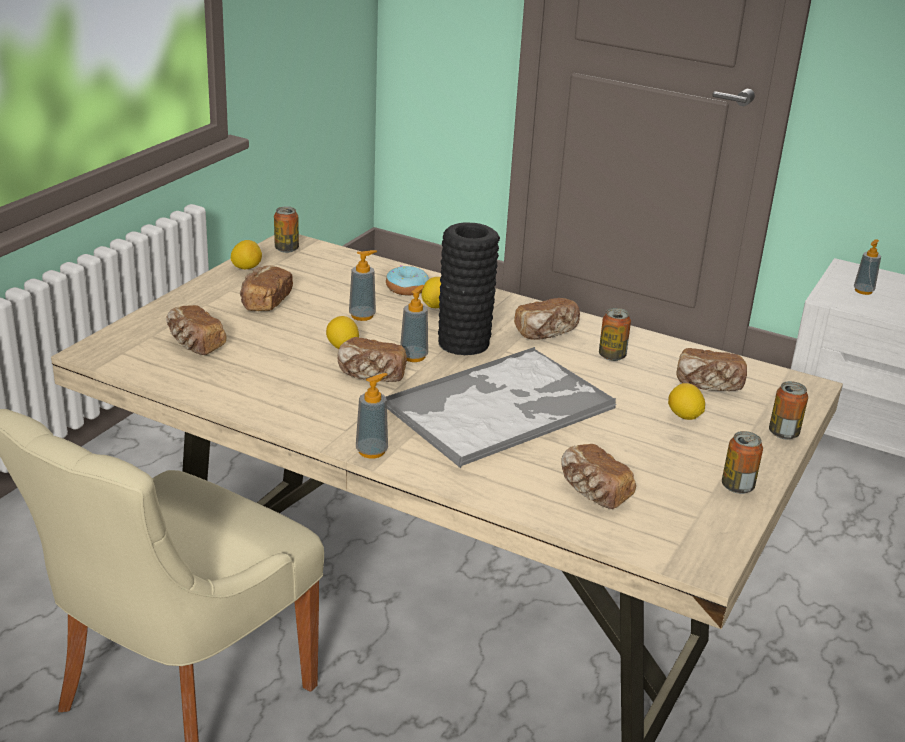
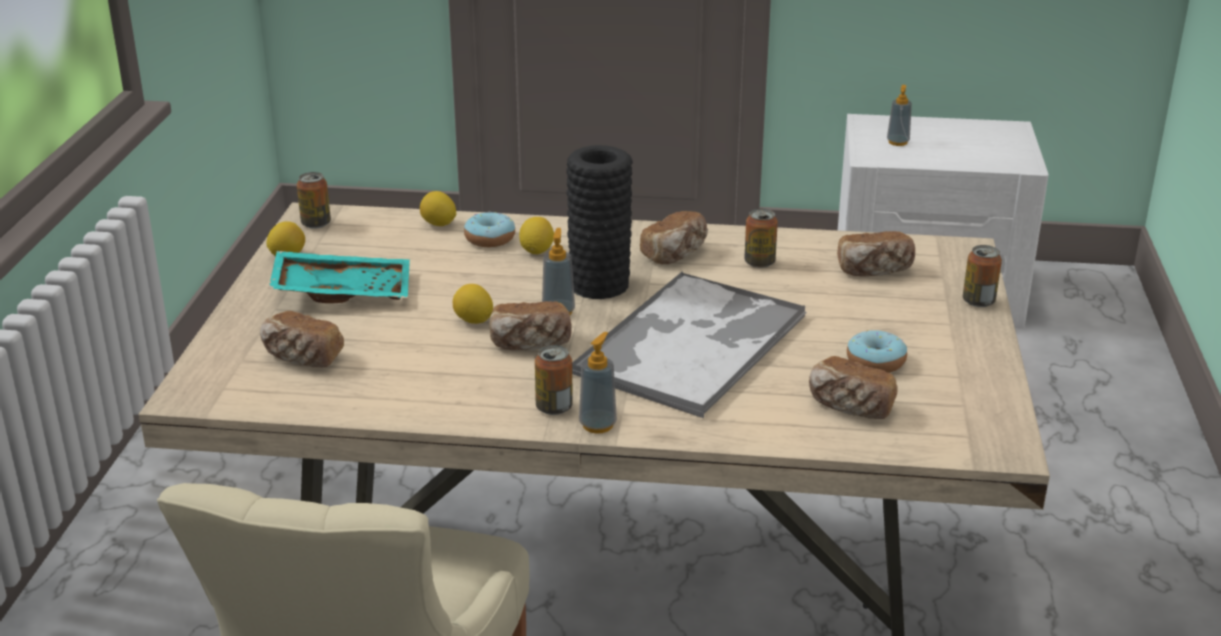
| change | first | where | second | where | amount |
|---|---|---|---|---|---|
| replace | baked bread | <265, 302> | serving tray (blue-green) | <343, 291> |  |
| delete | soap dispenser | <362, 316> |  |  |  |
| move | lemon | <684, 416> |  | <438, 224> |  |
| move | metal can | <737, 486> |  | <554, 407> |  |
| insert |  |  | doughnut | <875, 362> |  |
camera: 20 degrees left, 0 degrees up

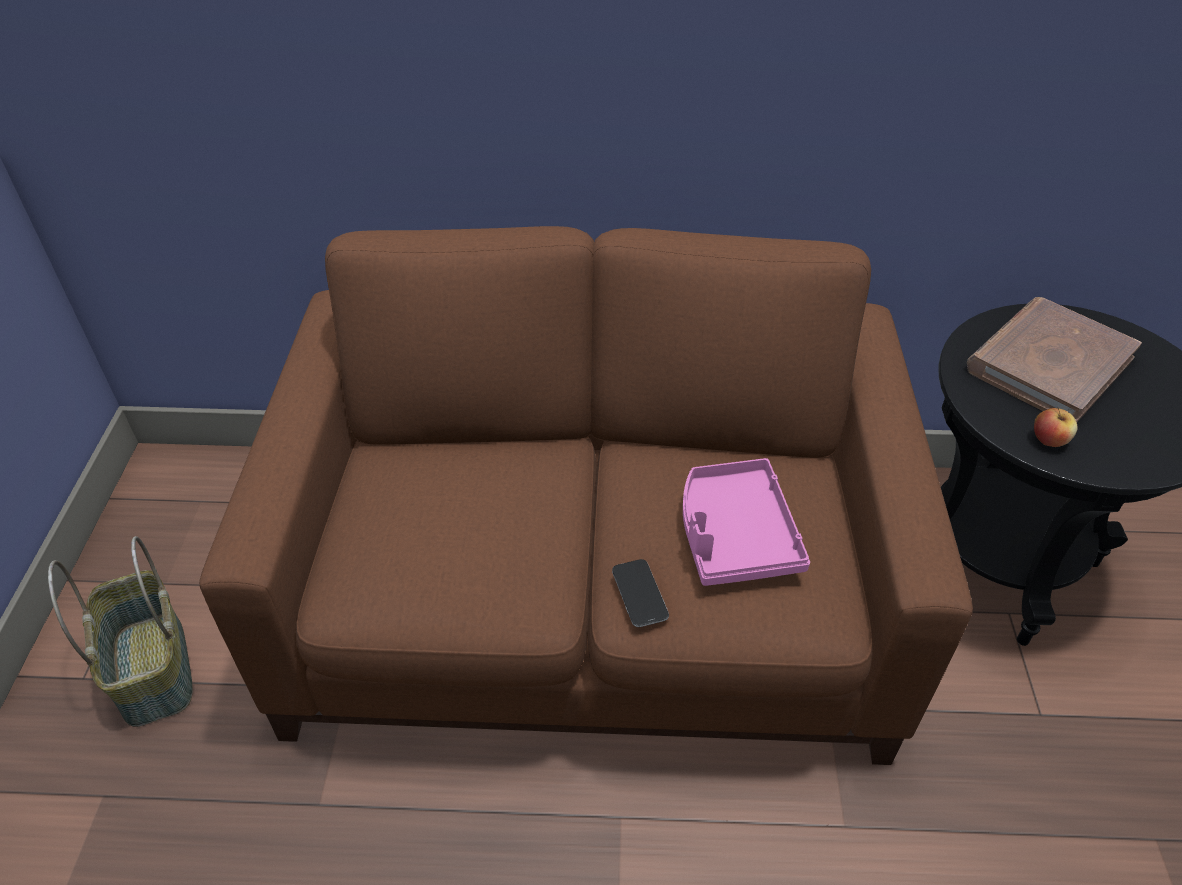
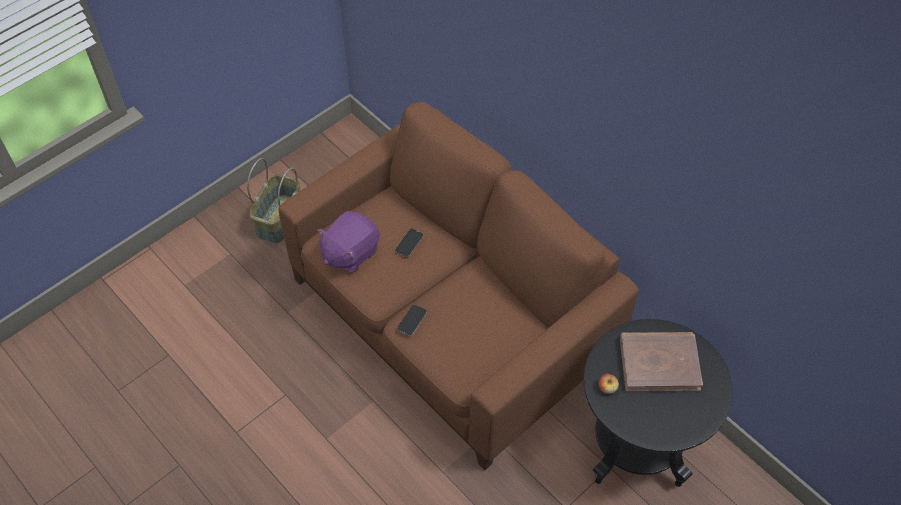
| change | first | where | second | where | amount |
|---|---|---|---|---|---|
| delete | serving tray (pink) | <735, 534> |  |  |  |
| insert |  |  | soft toy (purplish) | <350, 253> |  |
| insert |  |  | phone | <409, 243> |  |
camera: 45 degrees right, 10 degrees up

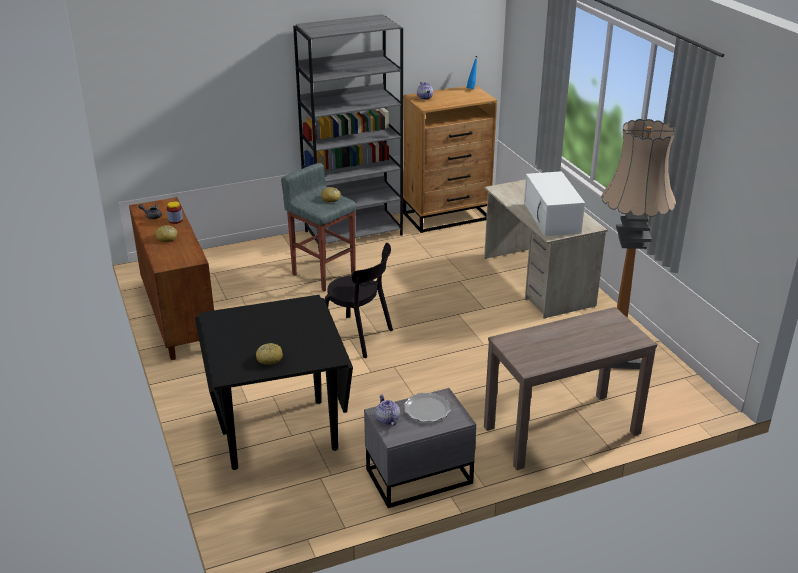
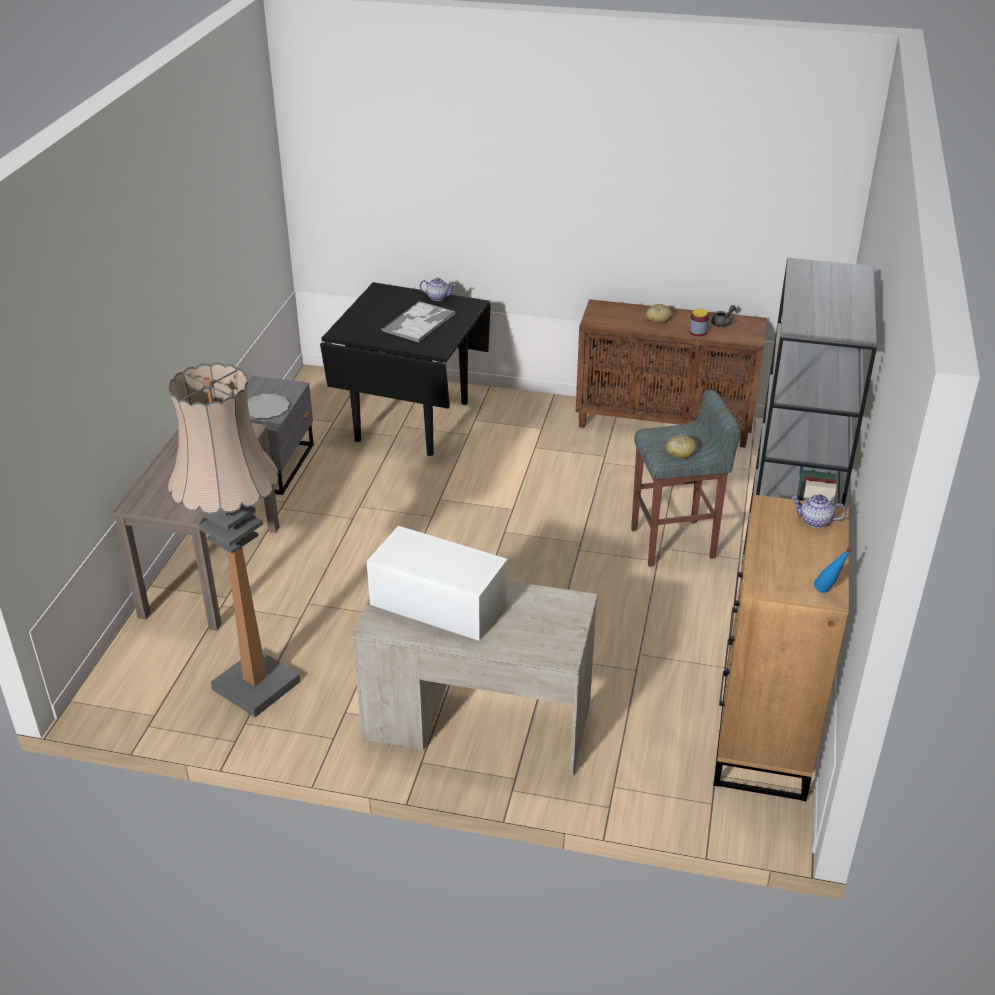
| change | first | where | second | where | amount |
|---|---|---|---|---|---|
| delete | baked bread | <269, 358> |  |  |  |
| delete | upright chair (black-coloured) | <359, 337> |  |  |  |
| move | teapot | <387, 419> |  | <438, 297> |  |
| insert |  |  | serving tray | <419, 322> |  |
camera: 125 degrees right, 5 degrees up

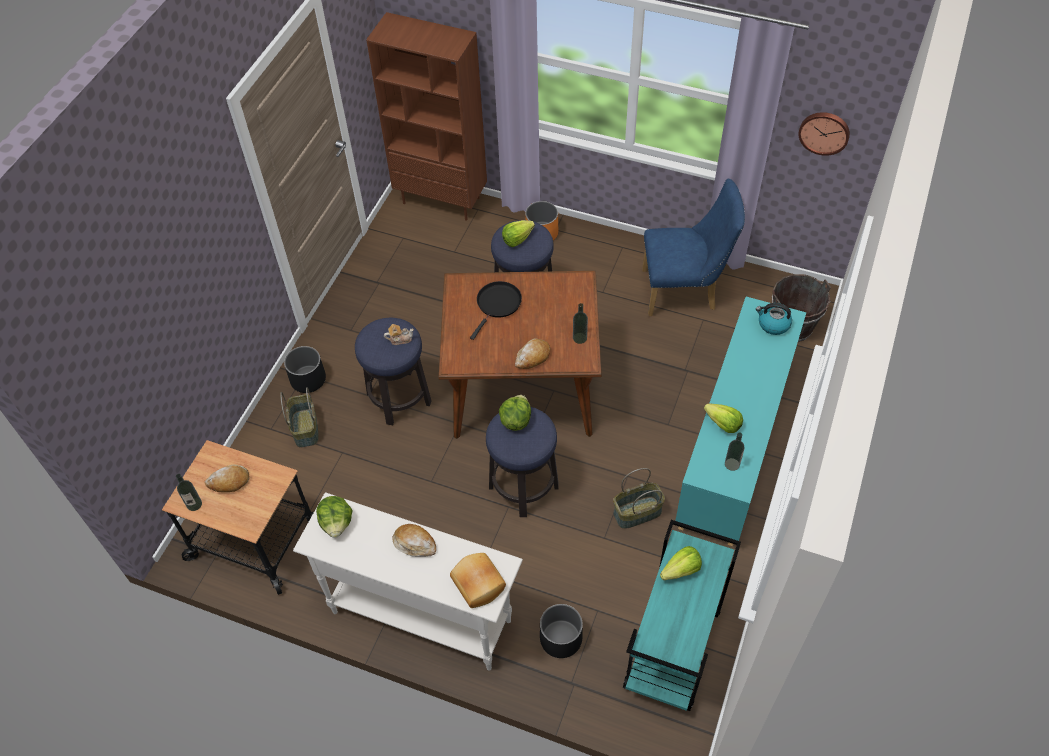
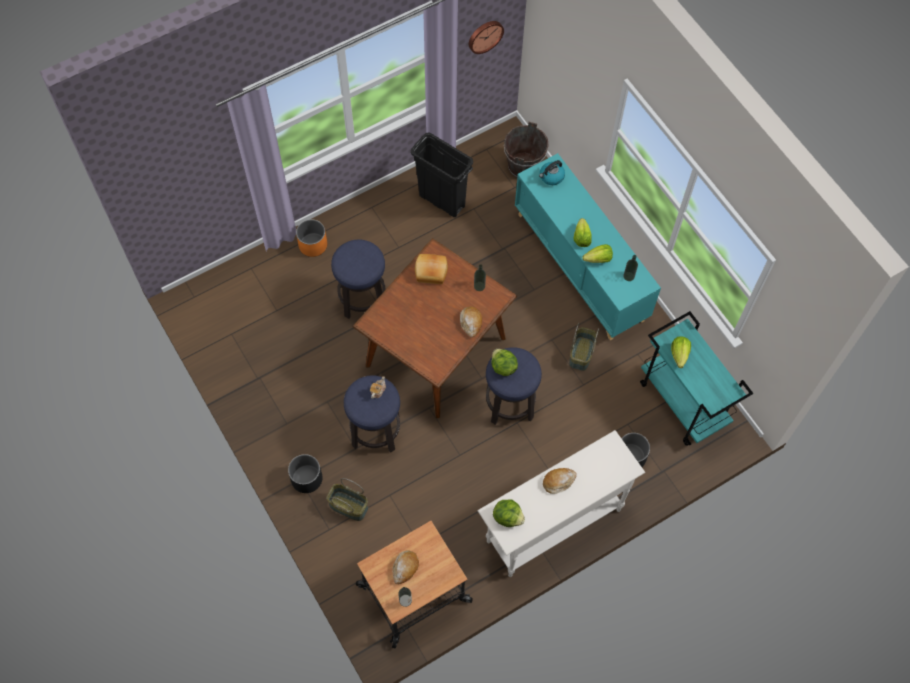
| change | first | where | second | where | amount |
|---|---|---|---|---|---|
| delete | bookshelf (brownish) | <442, 200> |  |  |  |
| move | baked bread | <477, 585> |  | <431, 273> |  |
| delete | frying pan (black-coloured) | <497, 304> |  |  |  |
| move | lettuce | <517, 239> |  | <581, 238> |  |
| replace | upright chair (blue-coloured) | <684, 291> | rubbish bin (black-coloured) | <442, 201> |  |
camera: 55 degrees left, 10 degrees up

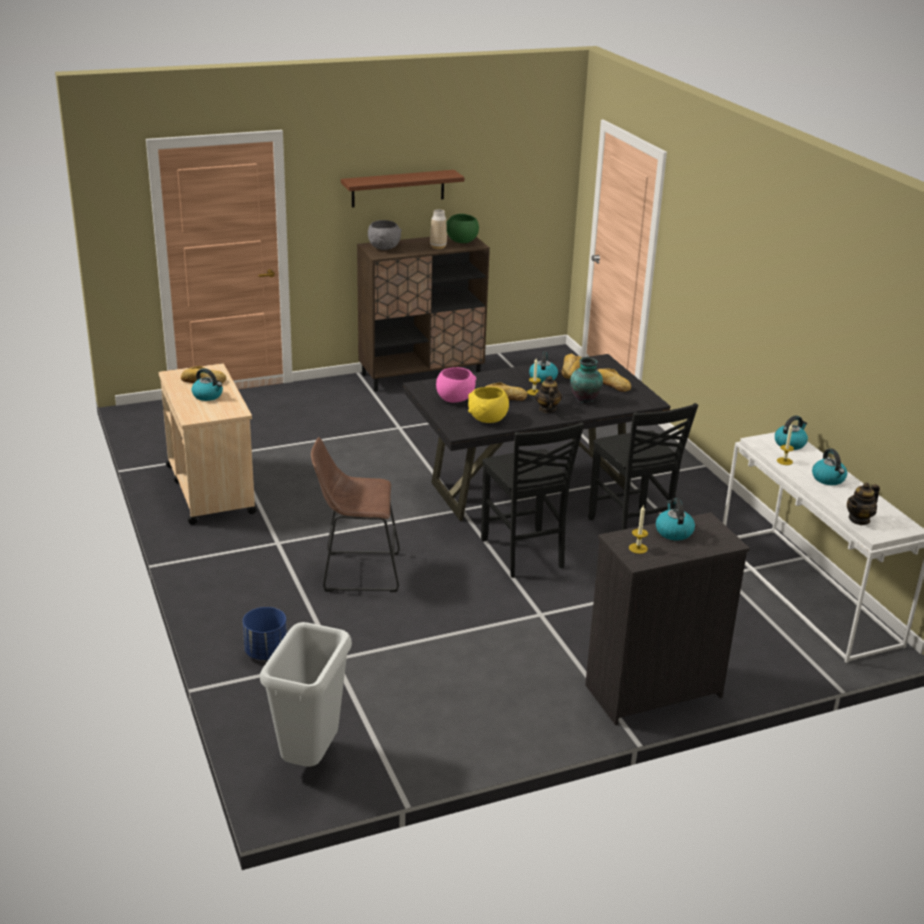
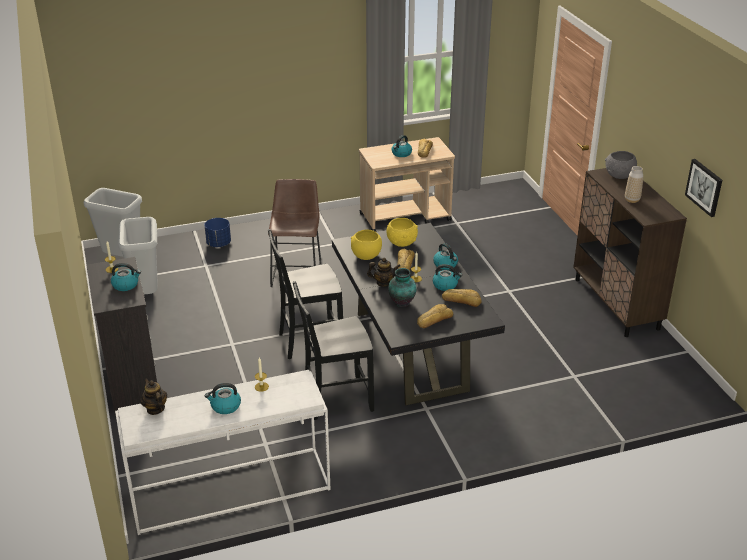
| change | first | where | second | where | amount |
|---|---|---|---|---|---|
| delete | bracket shelf (brownish) | <398, 188> |  |  |  |
| recolor | serving bowl (pink) | <455, 398> | serving bowl (yellow-coloured) | <402, 243> |  |
| delete | serving bowl (green-coloured) | <461, 240> |  |  |  |
| move | water kettle | <790, 443> |  | <446, 264> |  |
| insert |  |  | rubbish bin (gray) | <146, 293> |  |
| insert |  |  | wall picture | <704, 187> |  |
camera: 95 degrees right, 5 degrees up

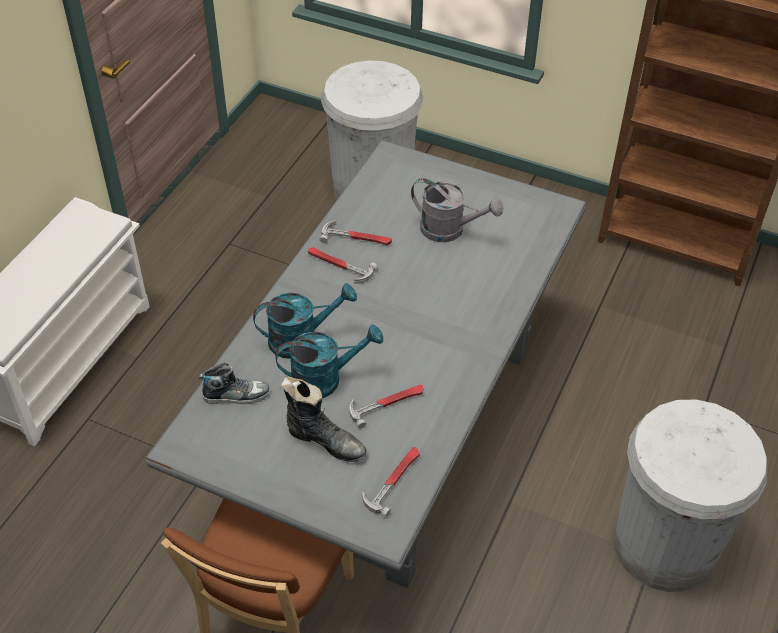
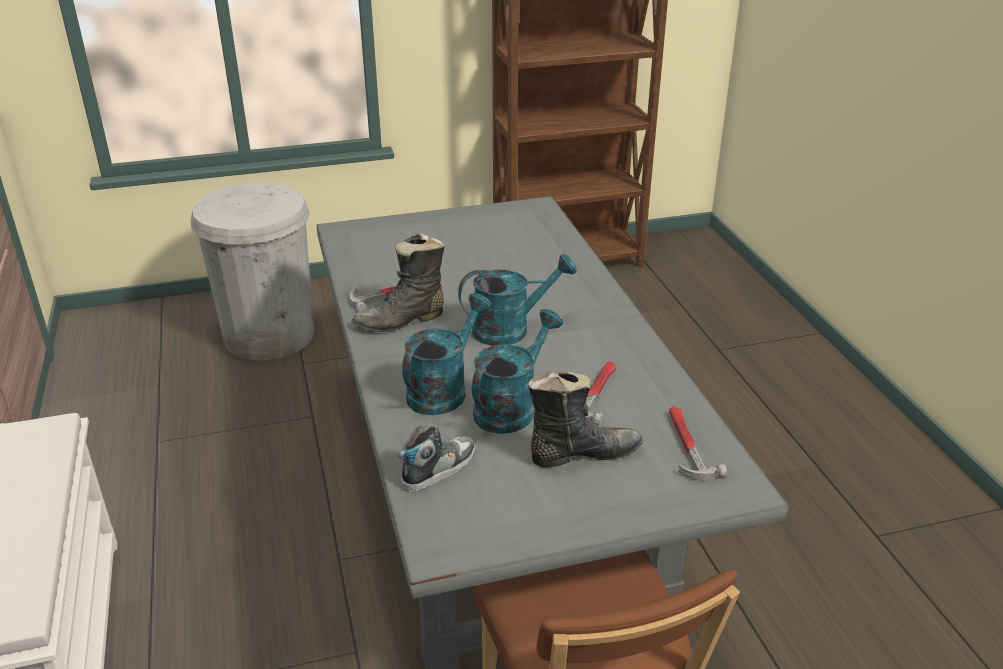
| change | first | where | second | where | amount |
|---|---|---|---|---|---|
| replace | hand hammer | <339, 266> | tall boot (black-coloured) | <402, 321> |  |
| delete | watering can (gray) | <450, 230> |  |  |  |
| delete | rubbish bin (white-coloured) | <664, 545> |  |  |  |
| insert |  |  | watering can (blue-green) | <511, 329> |  |
camera: 40 degrees left, 15 degrees down

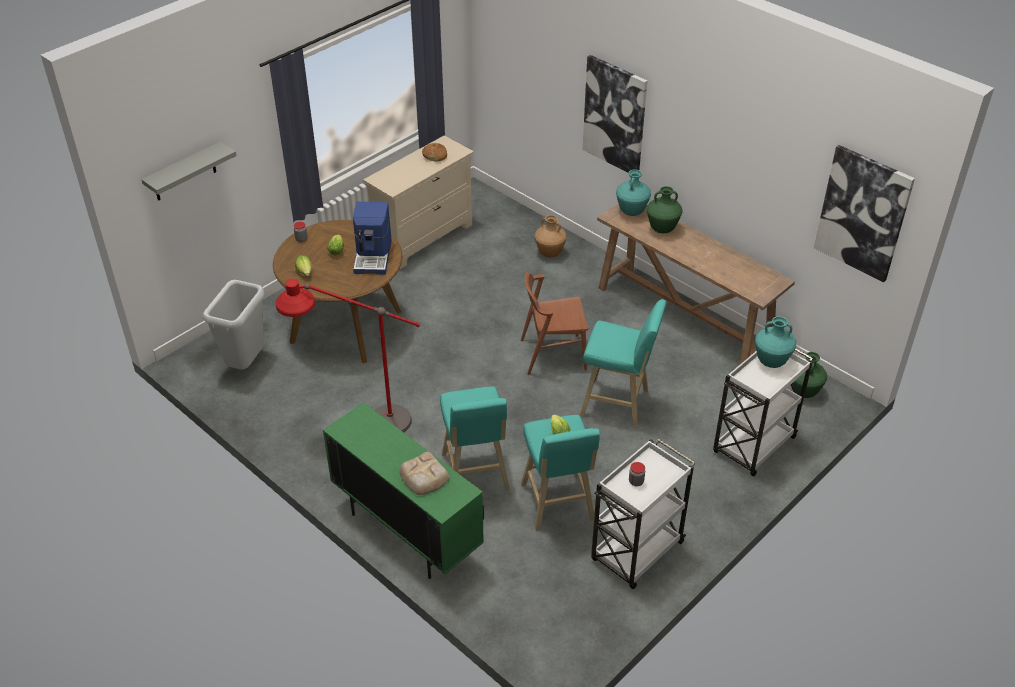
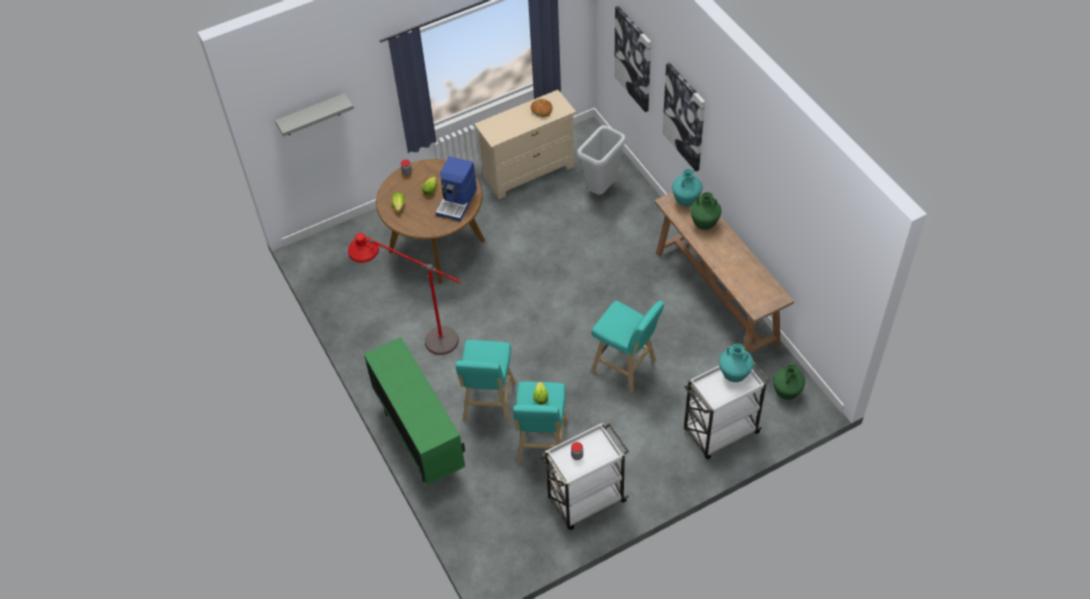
| change | first | where | second | where | amount |
|---|---|---|---|---|---|
| move | rubbish bin (gray) | <247, 364> |  | <602, 190> |  |
| delete | baked bread | <424, 477> |  |  |  |
| delete | upright chair (brownish) | <552, 354> |  |  |  |
| delete | flower vase (brownish) | <550, 253> |  |  |  |
| move | wall picture | <863, 213> |  | <633, 59> |  |
camera: 20 degrees right, 10 degrees up

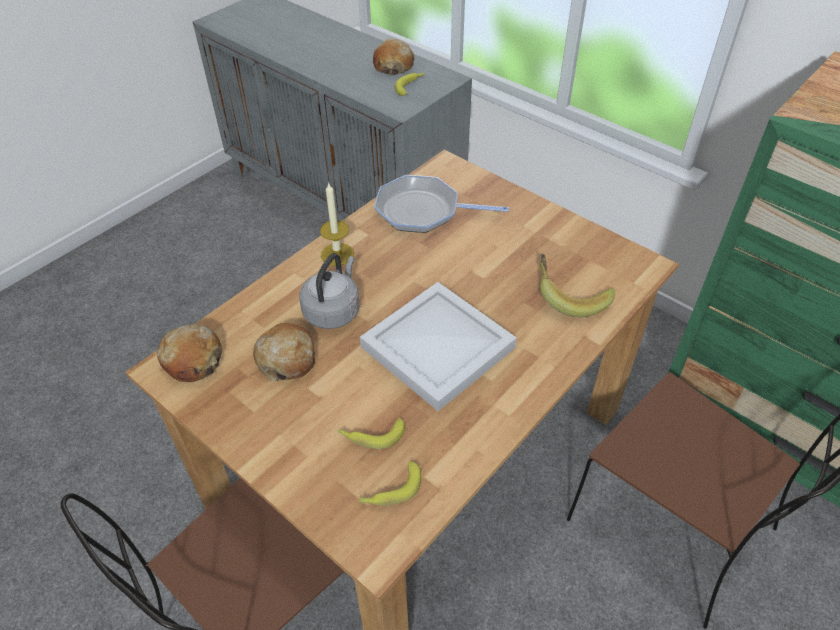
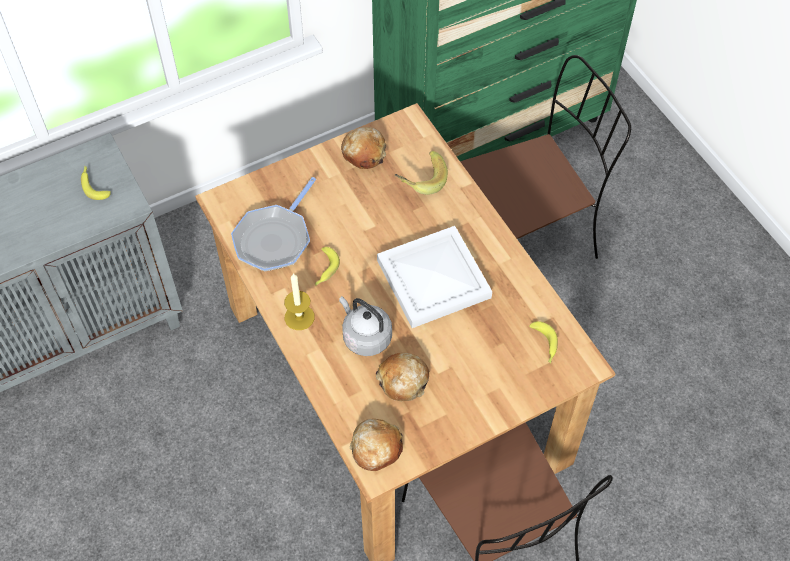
| change | first | where | second | where | amount |
|---|---|---|---|---|---|
| move | whole banana | <371, 435> |  | <324, 270> |  |
| move | baked bread | <393, 65> |  | <364, 153> |  |
camera: 70 degrees left, 10 degrees up

